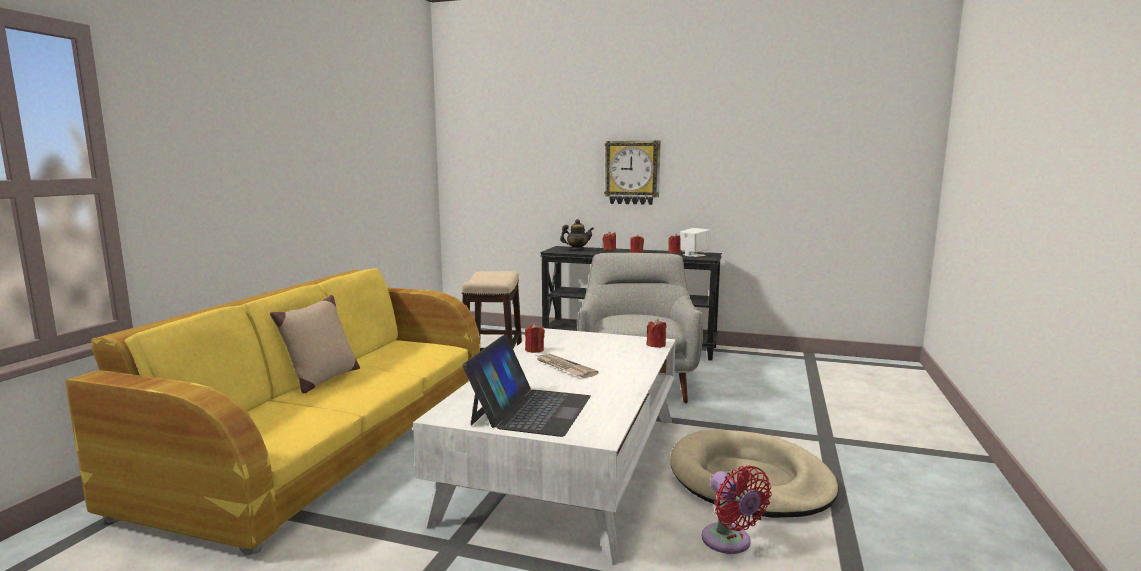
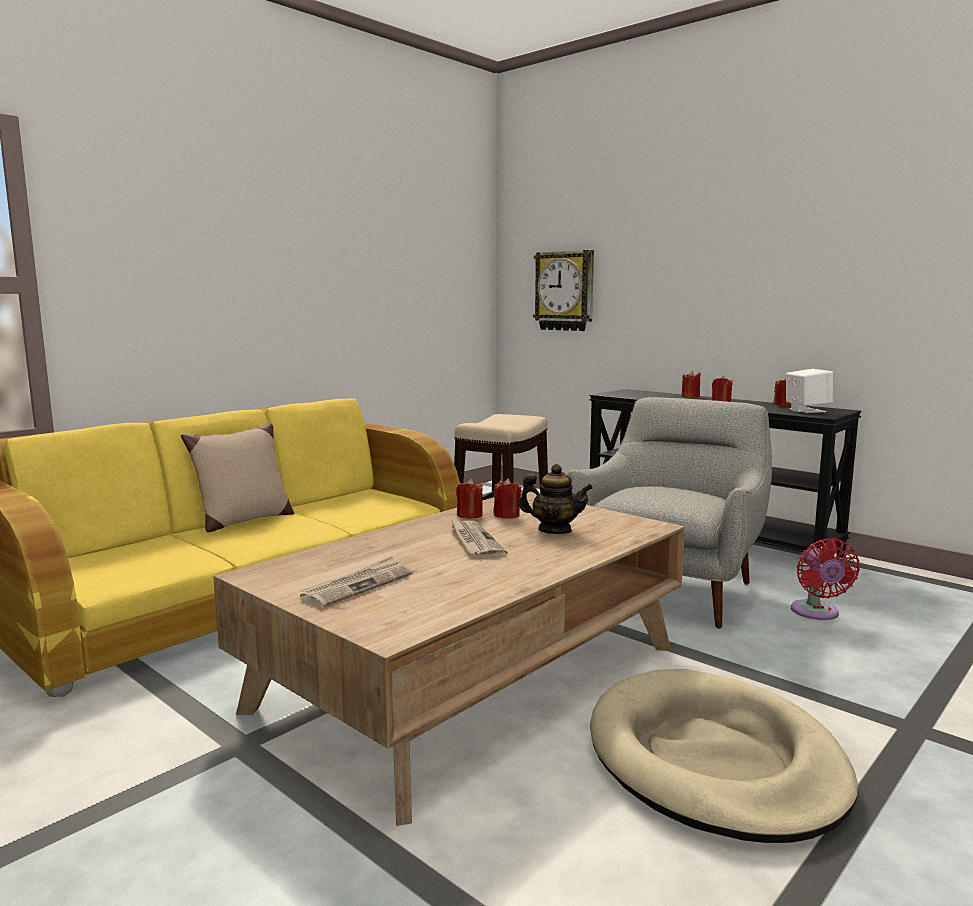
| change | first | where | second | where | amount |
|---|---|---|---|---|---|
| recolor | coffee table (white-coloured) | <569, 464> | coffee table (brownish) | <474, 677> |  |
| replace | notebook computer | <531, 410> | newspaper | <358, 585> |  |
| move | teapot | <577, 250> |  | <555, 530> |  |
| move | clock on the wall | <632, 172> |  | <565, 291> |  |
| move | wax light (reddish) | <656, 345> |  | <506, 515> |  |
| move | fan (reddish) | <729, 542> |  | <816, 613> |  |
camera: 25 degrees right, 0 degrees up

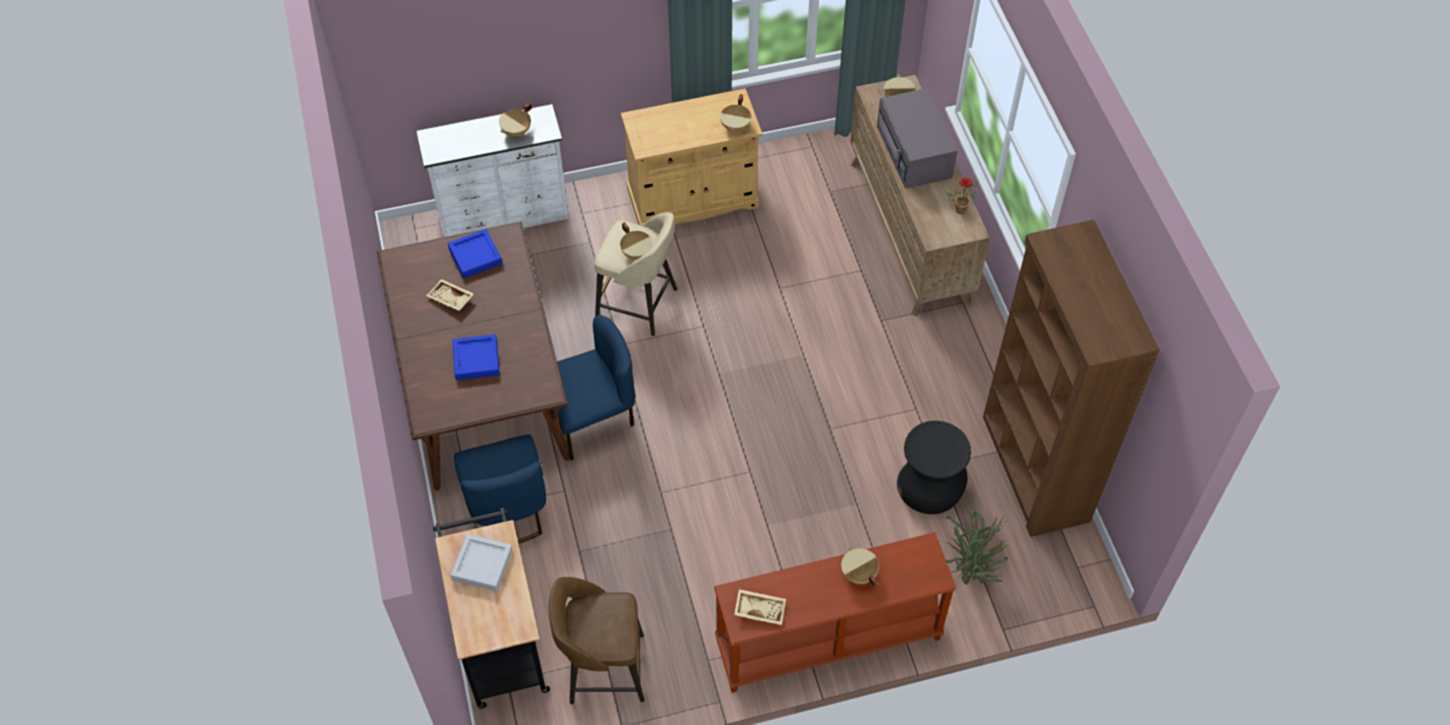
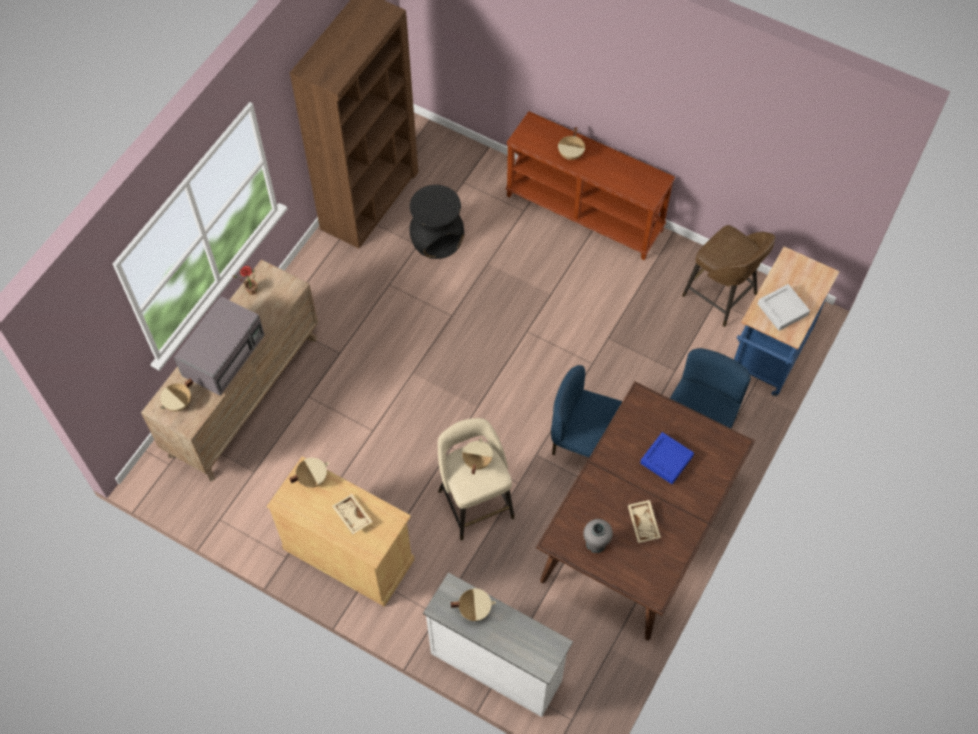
| change | first | where | second | where | amount |
|---|---|---|---|---|---|
| recolor | wheeled cart (black-coloured) | <500, 640> | wheeled cart (blue-coloured) | <767, 358> |  |
| replace | serving tray (blue-coloured) | <475, 256> | flower vase (gray) | <596, 544> |  |
| move | serving tray (beige) | <760, 609> |  | <352, 516> |  |
| delete | houseplant | <970, 571> |  |  |  |
camera: 135 degrees left, 5 degrees up

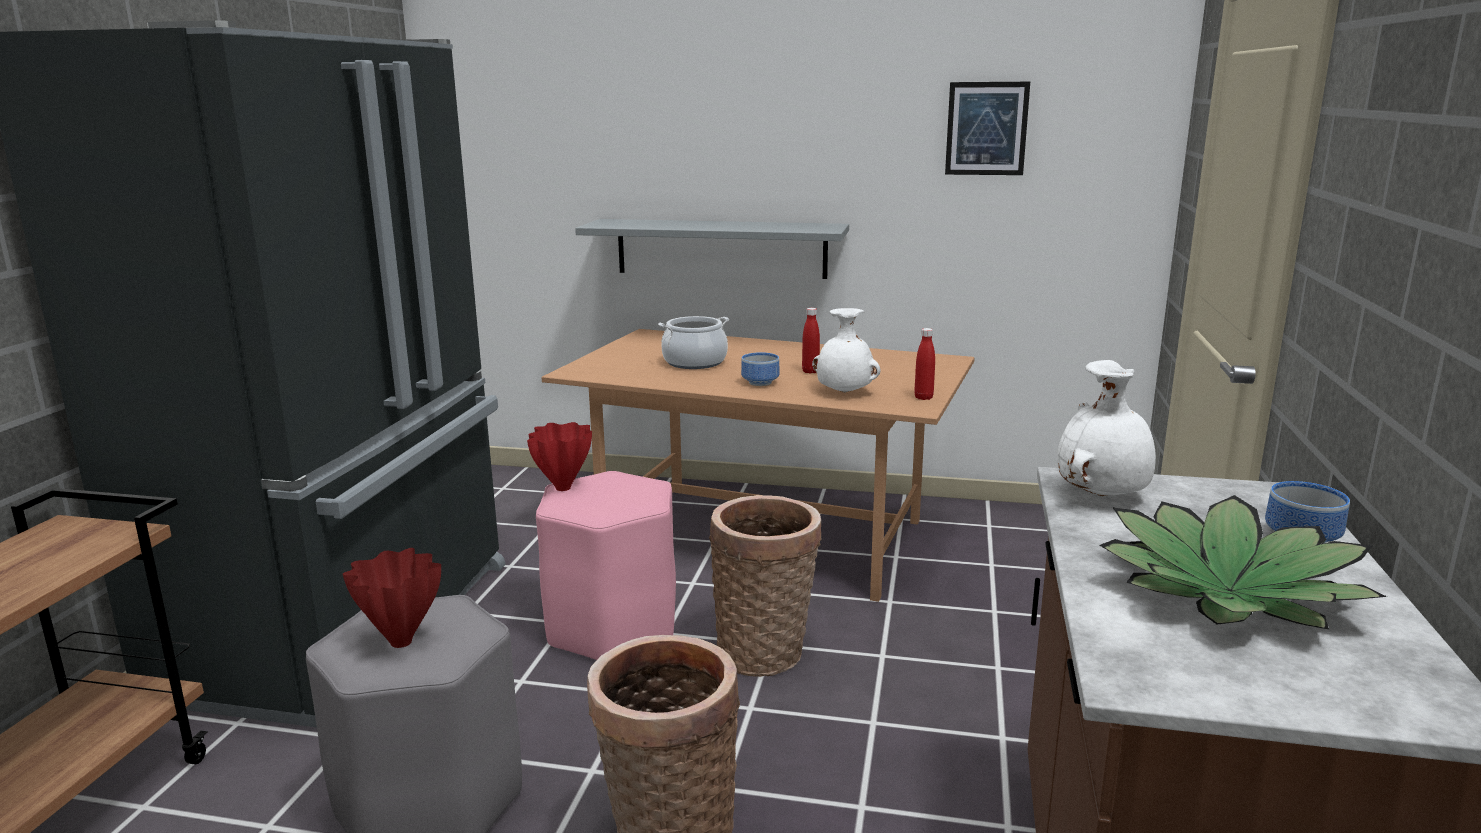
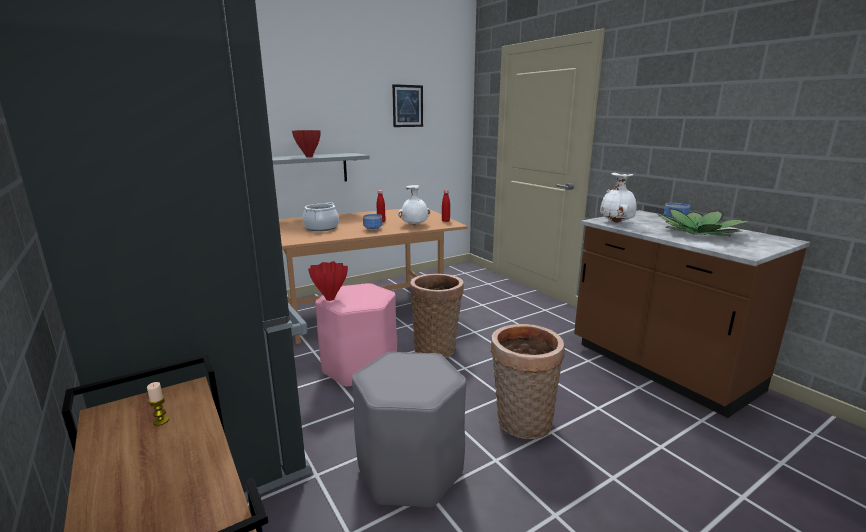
| change | first | where | second | where | amount |
|---|---|---|---|---|---|
| move | flower vase (reddish) | <402, 641> |  | <309, 157> |  |
| insert |  |  | wax light | <161, 421> |  |
camera: 45 degrees left, 0 degrees up

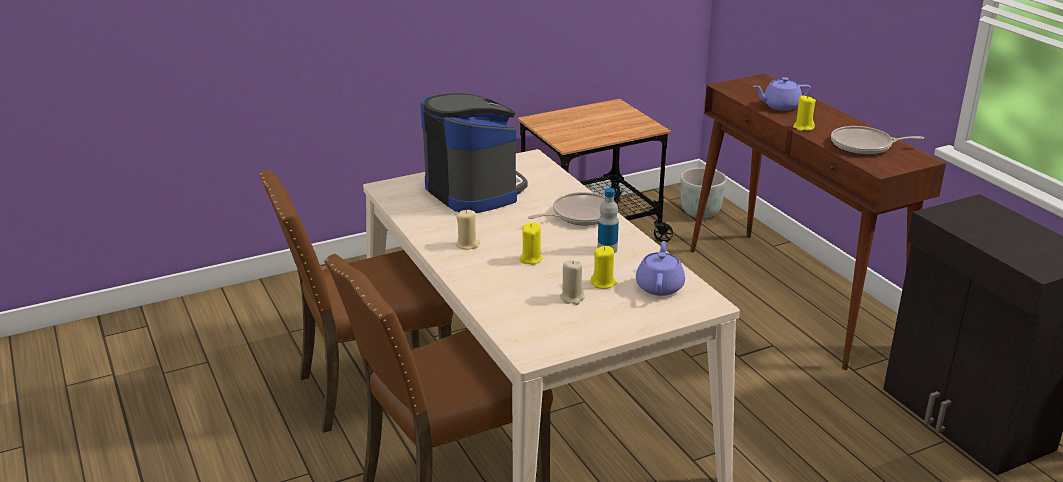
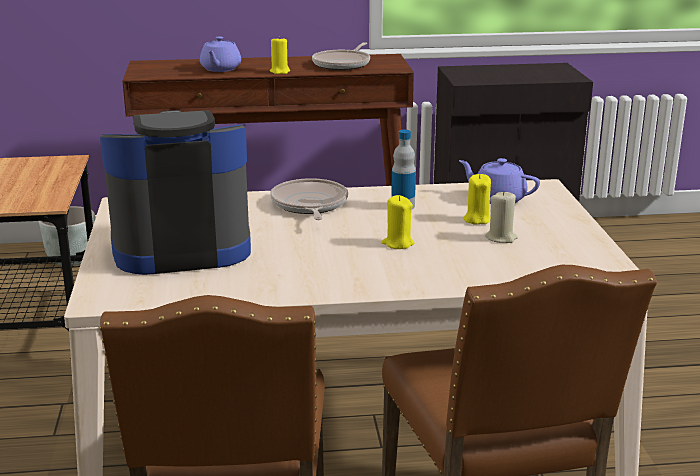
| change | first | where | second | where | amount |
|---|---|---|---|---|---|
| delete | wax light (beige) | <467, 244> |  |  |  |
camera: 70 degrees left, 5 degrees down

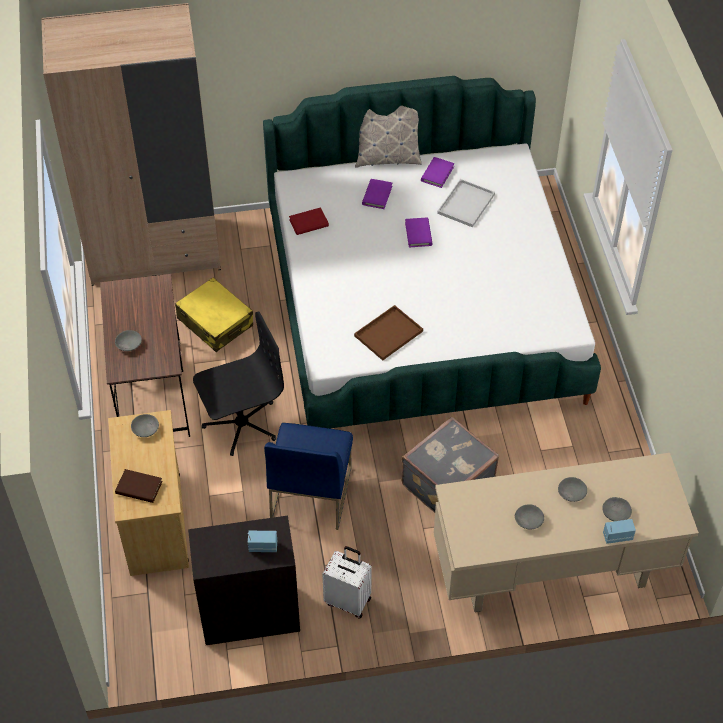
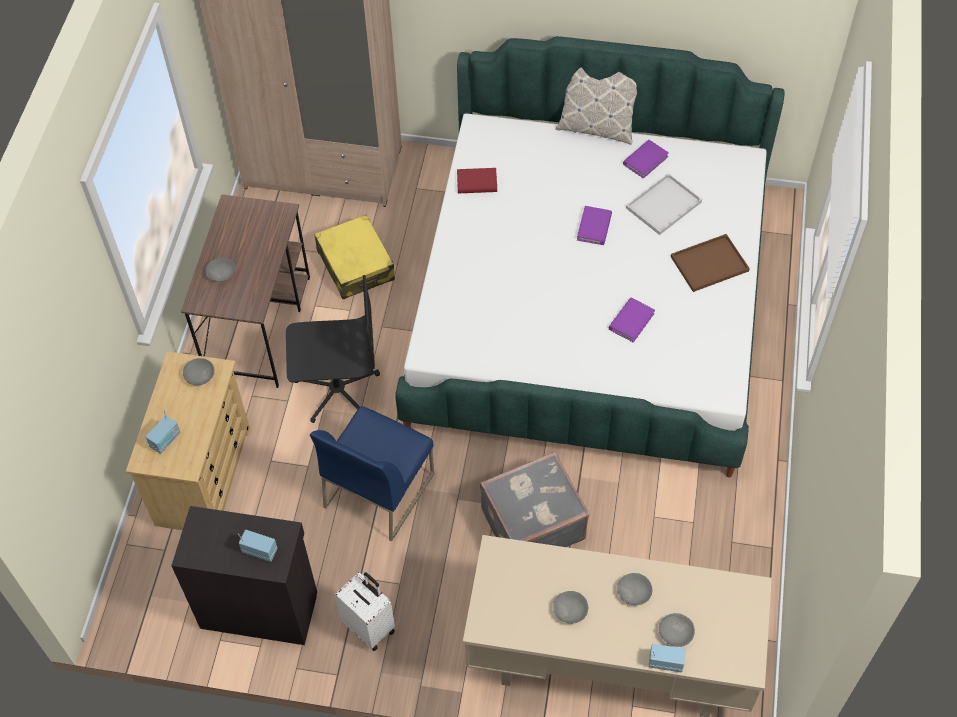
| change | first | where | second | where | amount |
|---|---|---|---|---|---|
| replace | book (brownish) | <139, 488> | radio set | <165, 440> |  |
| move | serving tray (brownish) | <388, 334> |  | <708, 265> |  |
| move | book (purplish) | <377, 195> |  | <631, 321> |  |
camera: 20 degrees right, 5 degrees up

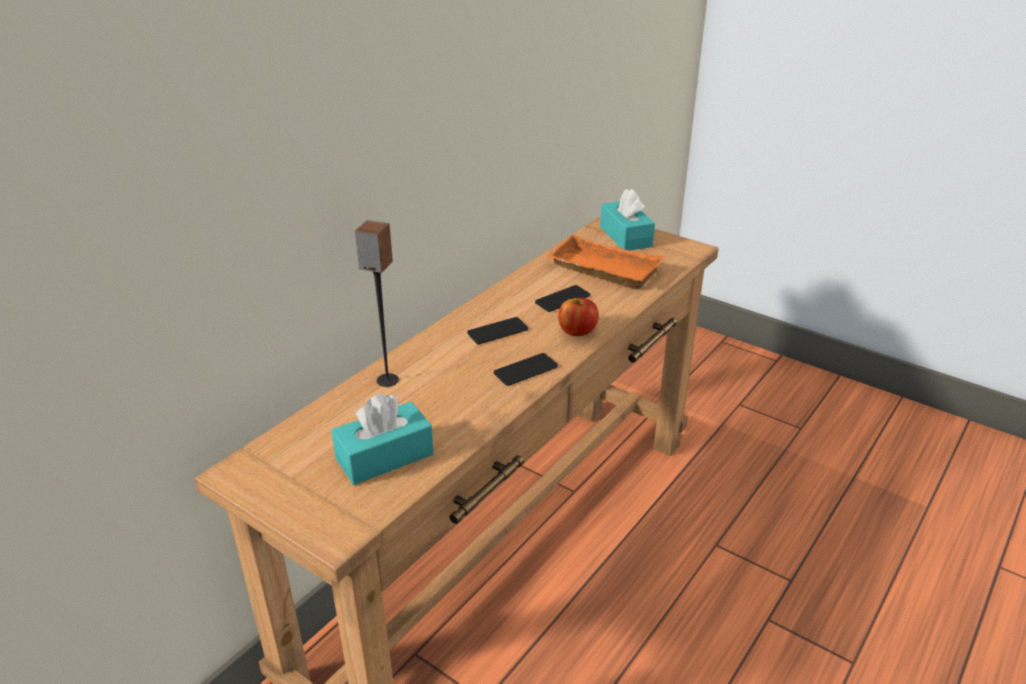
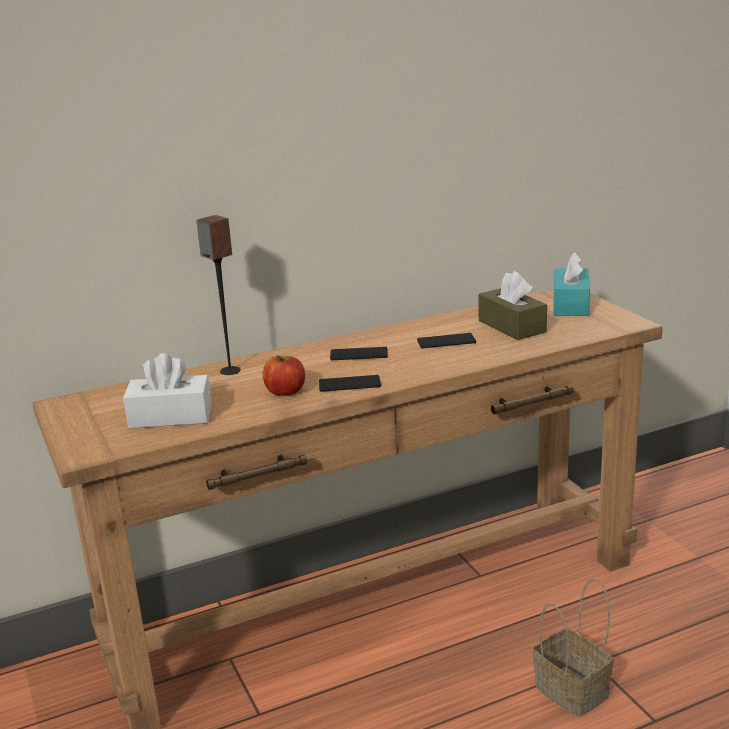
| change | first | where | second | where | amount |
|---|---|---|---|---|---|
| recolor | tissue box (blue-green) | <384, 457> | tissue box (white-coloured) | <170, 417> |  |
| replace | serving tray (orange) | <601, 270> | tissue box (brownish) | <512, 326> |  |
| move | apple fruit | <577, 331> |  | <285, 392> |  |
| insert |  |  | household basket | <574, 691> |  |
camera: 30 degrees right, 10 degrees down

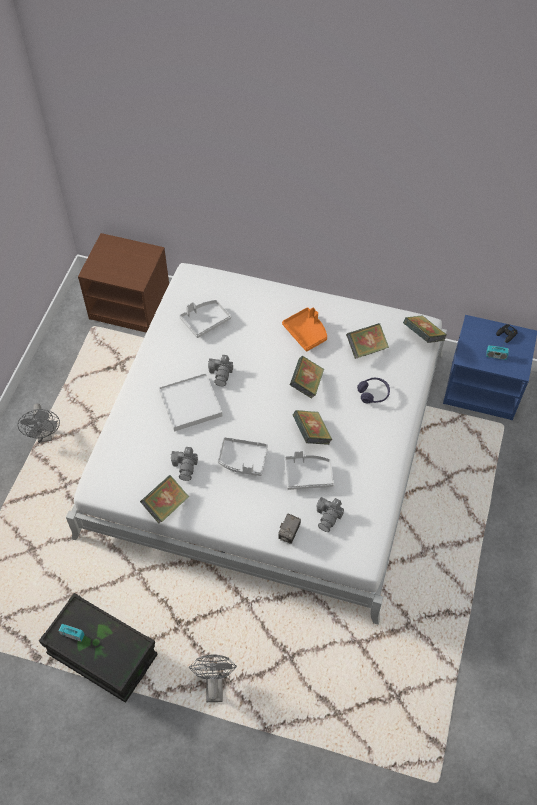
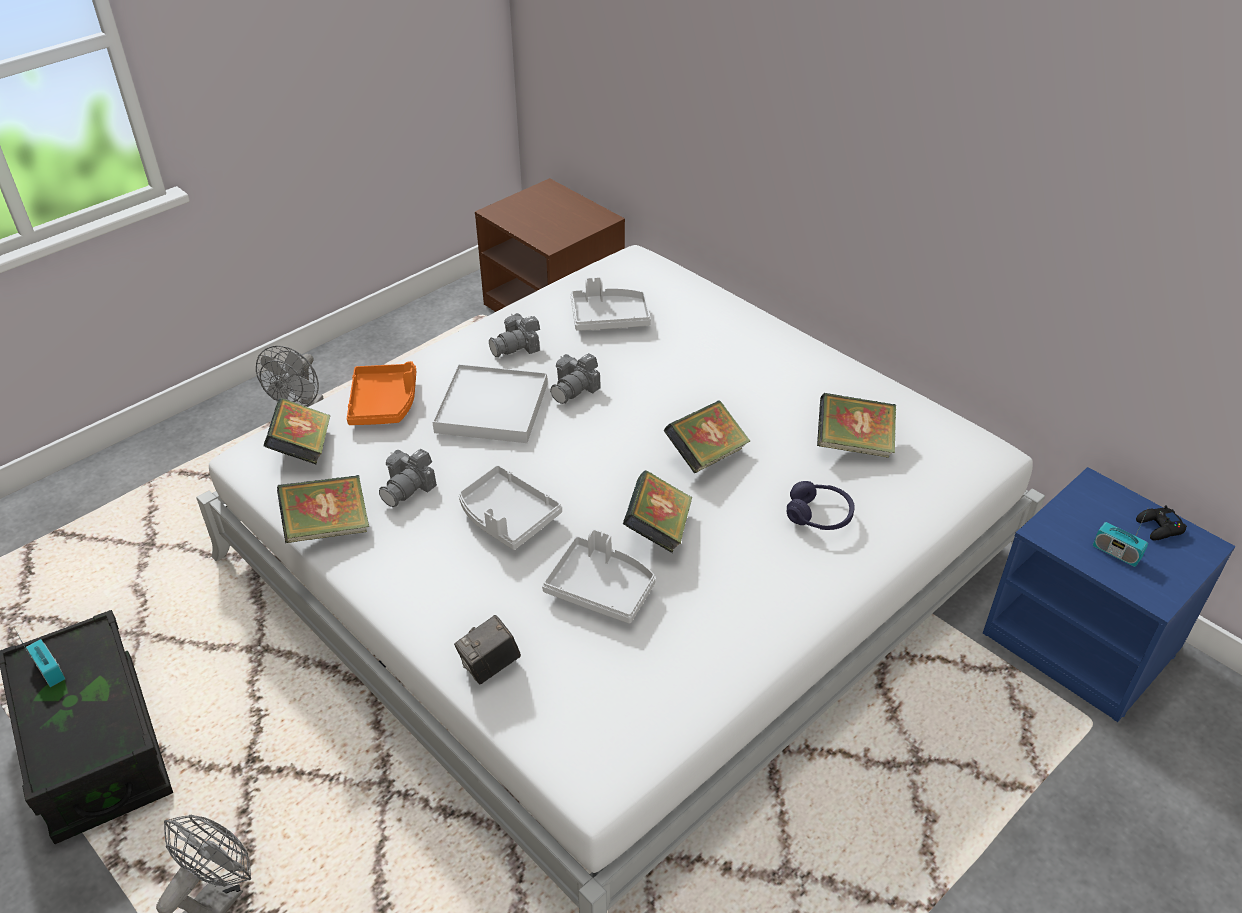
| change | first | where | second | where | amount |
|---|---|---|---|---|---|
| move | serving tray (orange) | <306, 333> |  | <384, 403> |  |
| move | photo camera | <329, 516> |  | <517, 346> |  |
| move | book | <423, 336> |  | <303, 450> |  |
camera: 30 degrees right, 15 degrees down

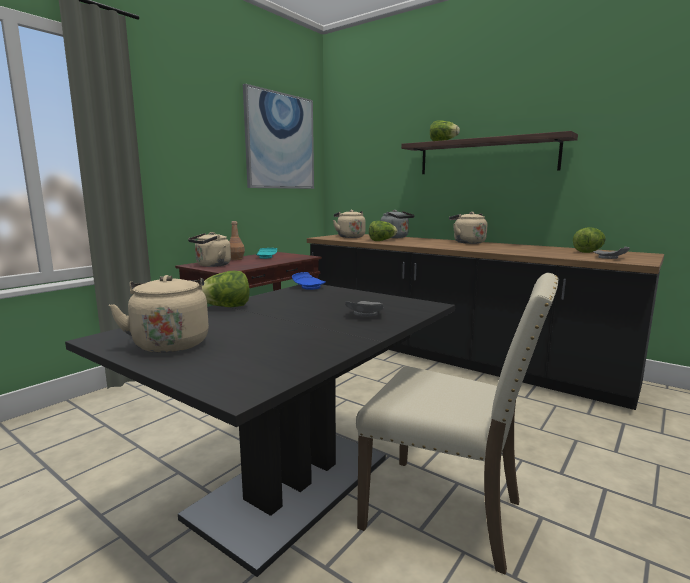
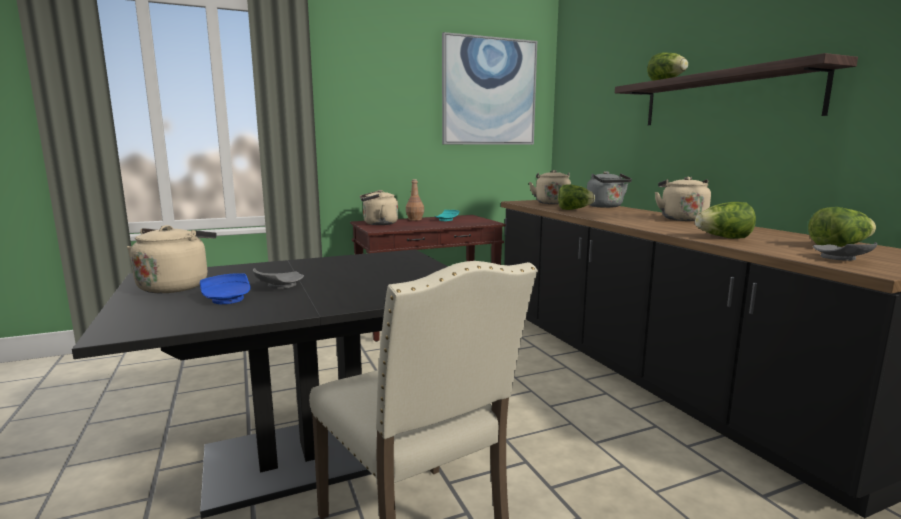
| change | first | where | second | where | amount |
|---|---|---|---|---|---|
| move | lettuce | <225, 307> |  | <724, 238> |  |
| move | plate (blue-coloured) | <309, 287> |  | <228, 299> |  |
| move | plate (gray) | <364, 314> |  | <278, 286> |  |
camera: 30 degrees right, 0 degrees up

